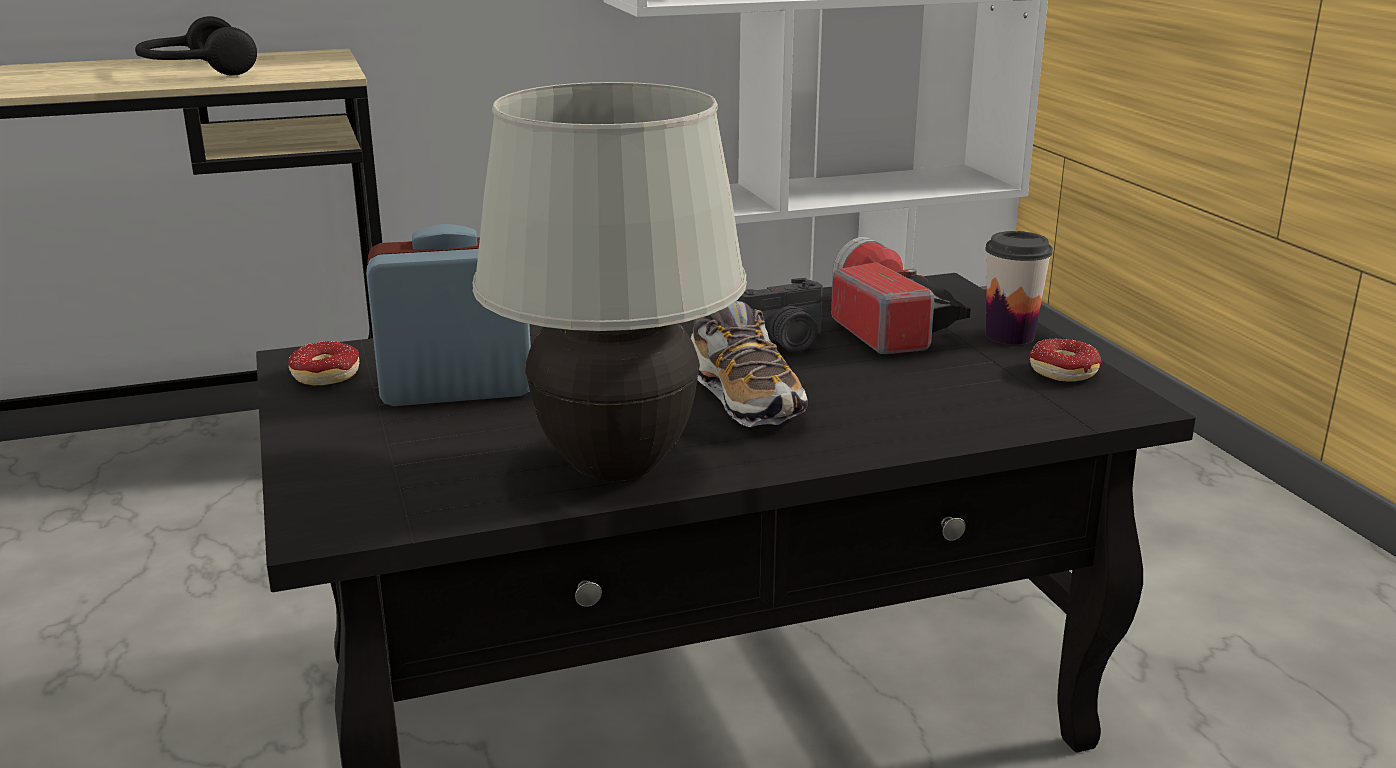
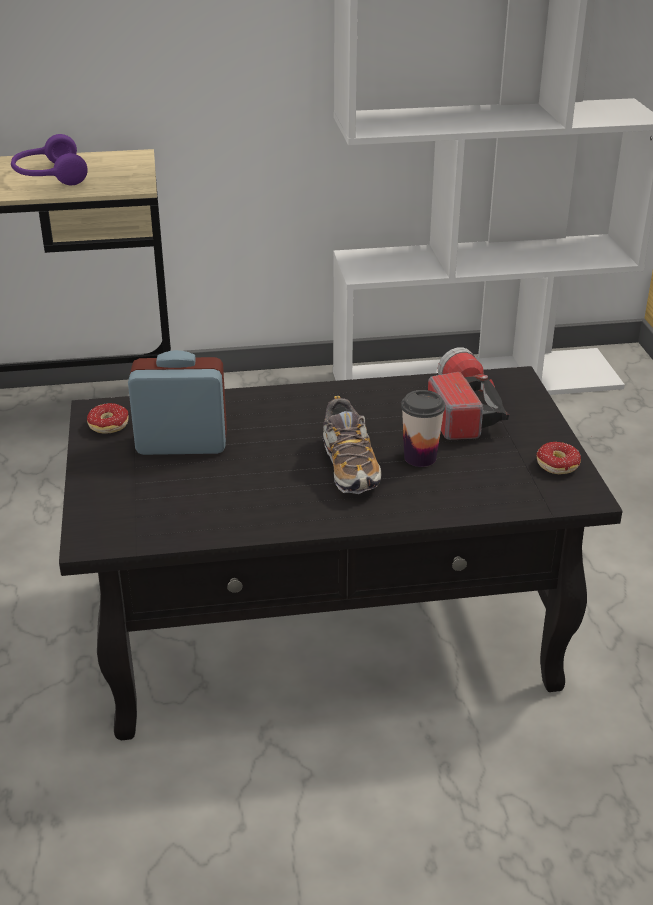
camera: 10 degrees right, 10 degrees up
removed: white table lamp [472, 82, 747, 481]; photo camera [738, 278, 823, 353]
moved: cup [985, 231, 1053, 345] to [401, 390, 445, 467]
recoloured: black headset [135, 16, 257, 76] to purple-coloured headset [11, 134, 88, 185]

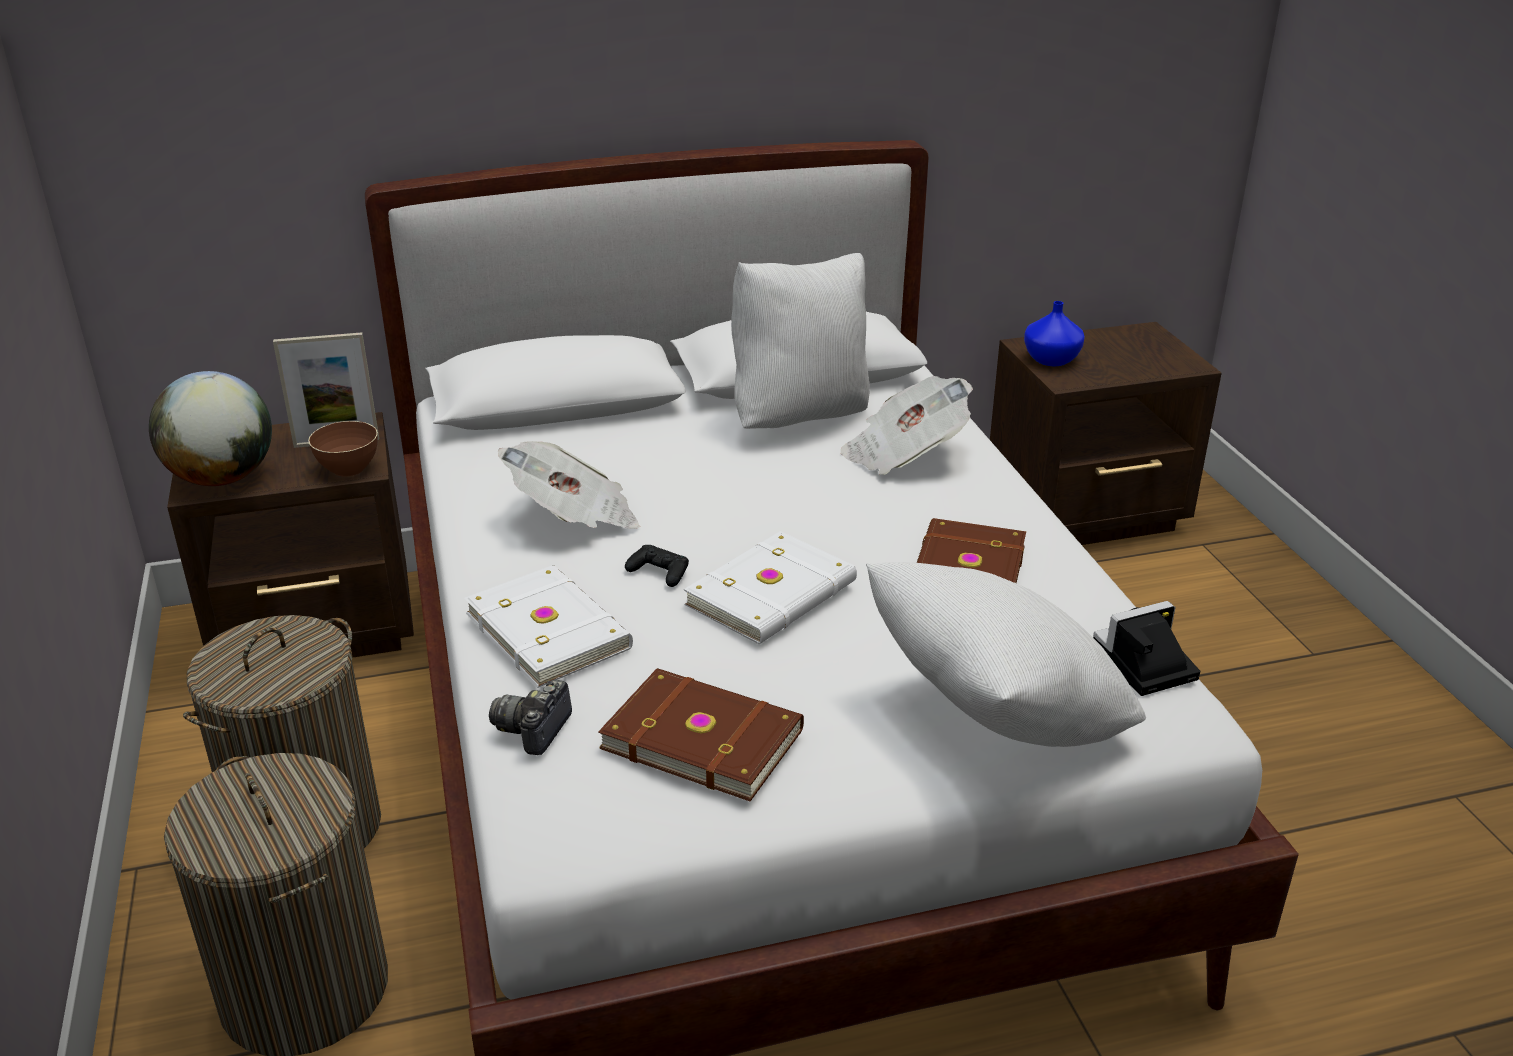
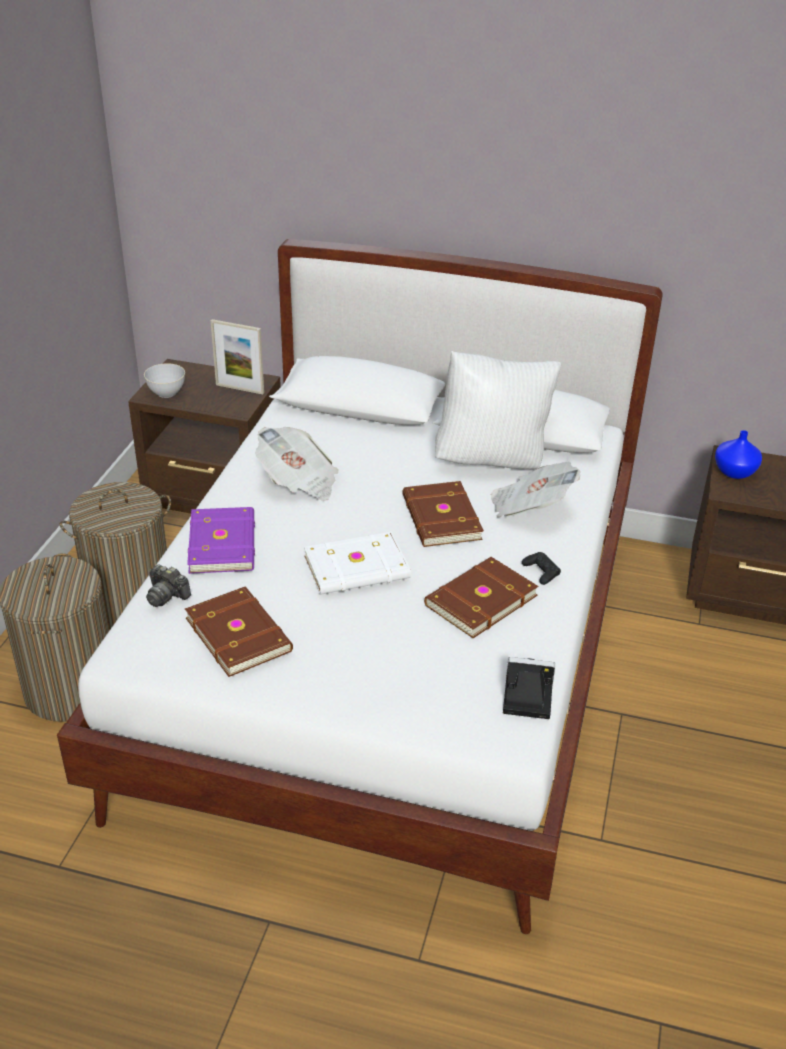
camera: 30 degrees right, 5 degrees up
removed: brown-coloured deep dish [308, 421, 378, 476]; white cushion [866, 562, 1146, 747]
added: brown-coloured book [402, 481, 484, 547]
moved: black game controller [625, 545, 689, 587] to [522, 552, 561, 585]
replaced: desk globe [149, 371, 272, 486] to grey deep dish [144, 363, 185, 398]
recoloured: white book [464, 565, 633, 688] to purple-coloured book [187, 507, 255, 574]
turned: photo camera [489, 680, 572, 755] = [146, 564, 191, 607] 105 degrees counterclockwise

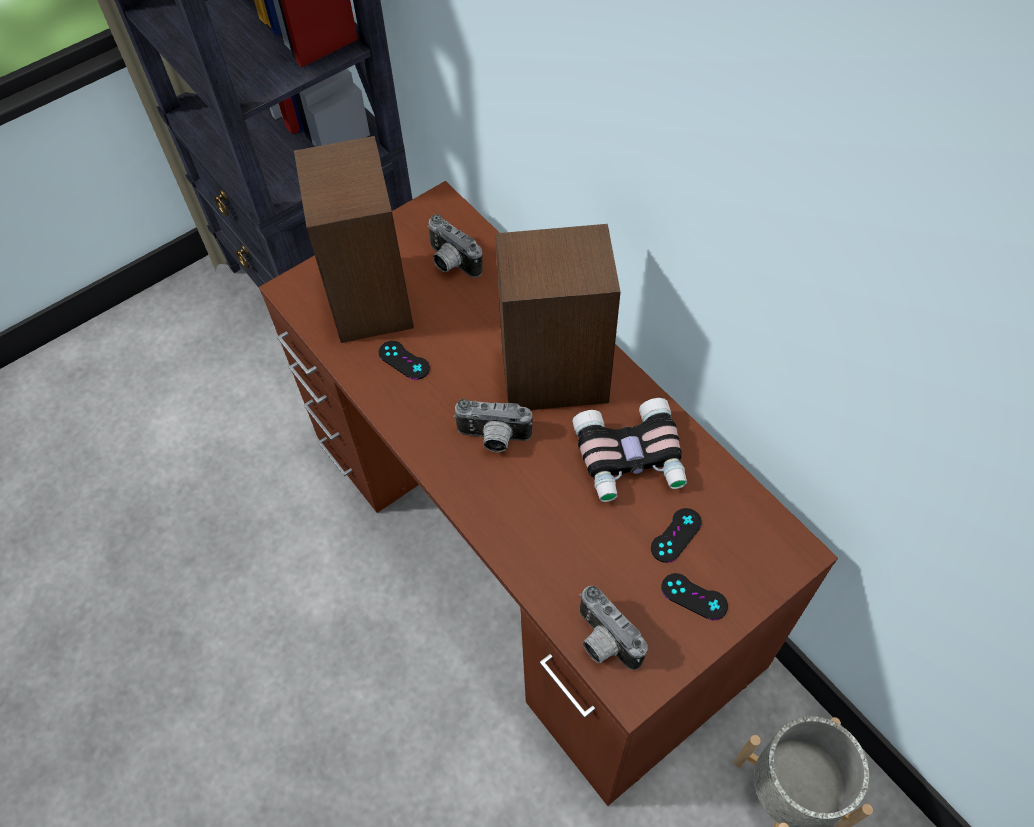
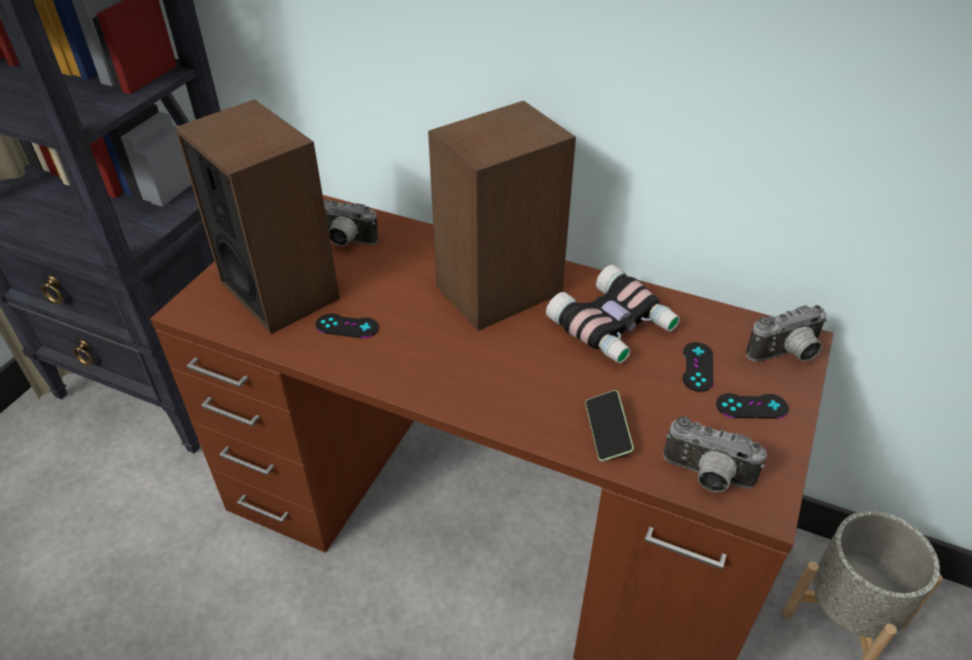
camera: 30 degrees left, 15 degrees down
added: phone [585, 390, 634, 461]
moved: photo camera [453, 399, 533, 452] to [746, 305, 827, 362]

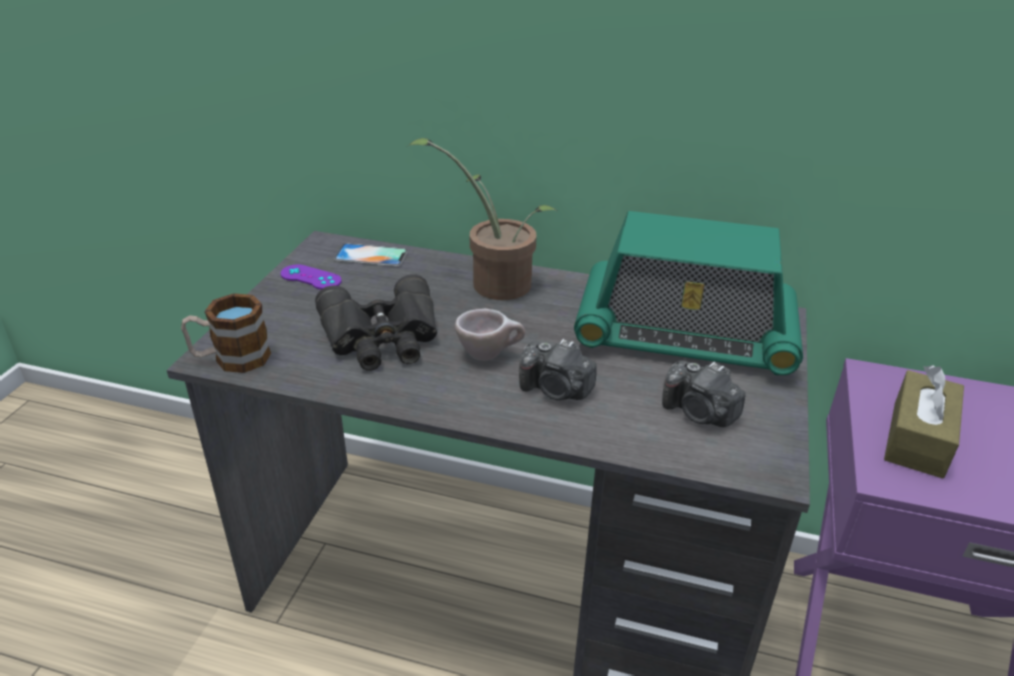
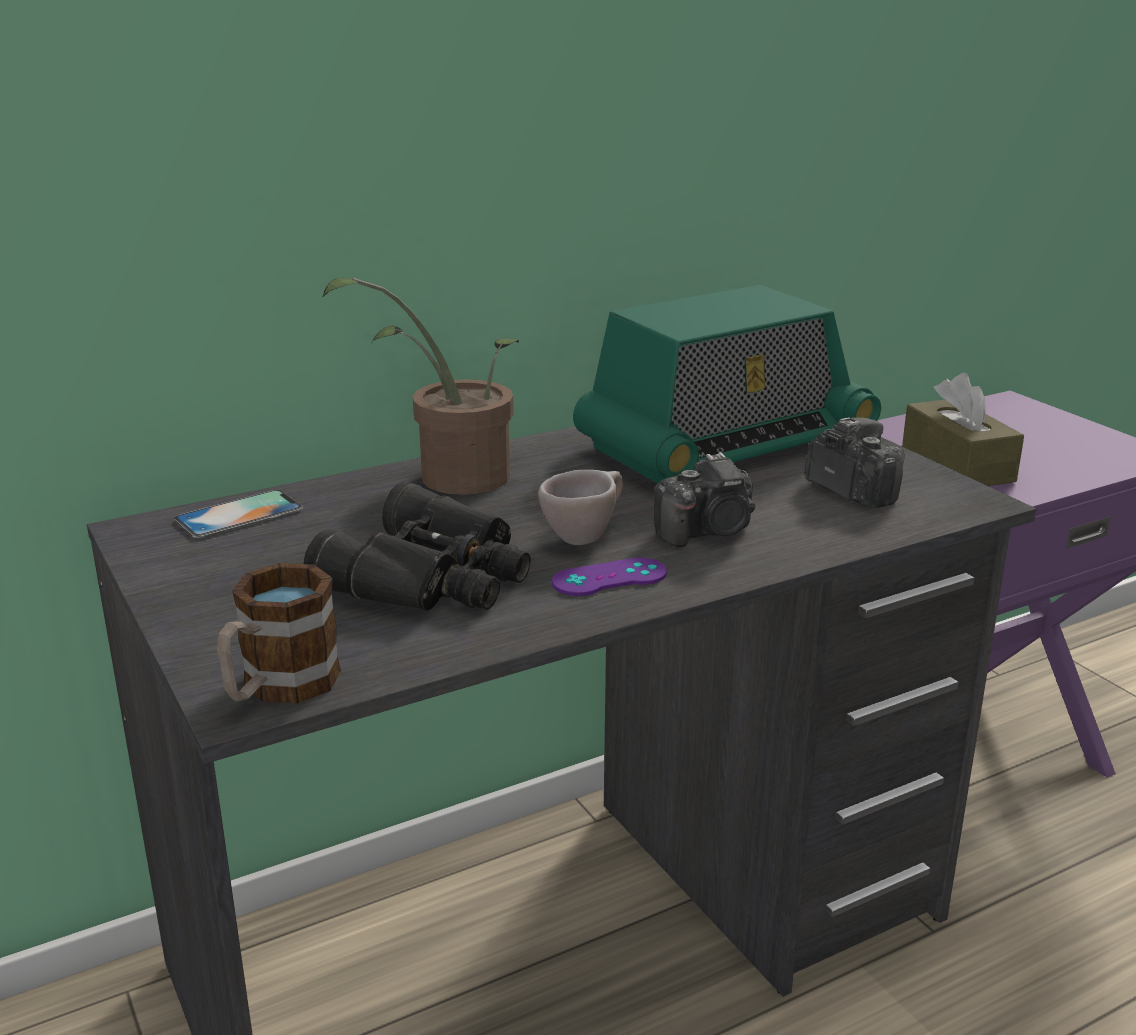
camera: 45 degrees left, 10 degrees down
moved: purple-coloured game controller [281, 264, 342, 290] to [552, 557, 667, 596]
turned: photo camera [662, 361, 746, 427] = [805, 417, 905, 508] 120 degrees counterclockwise

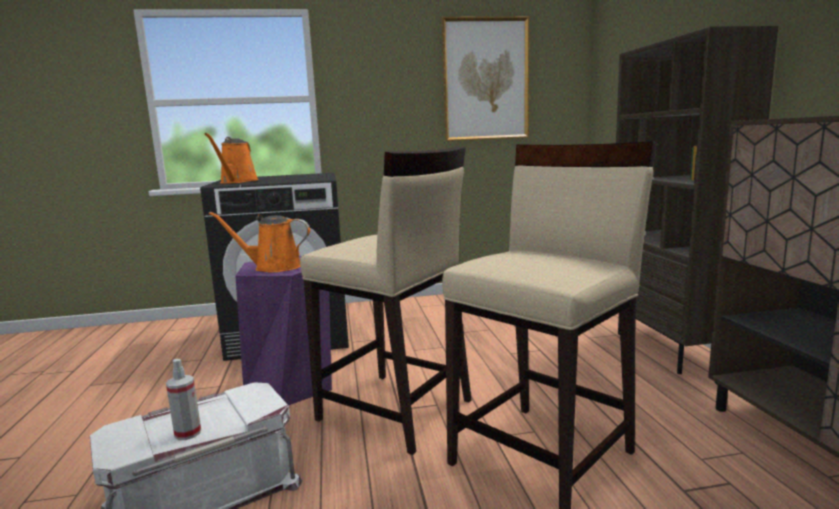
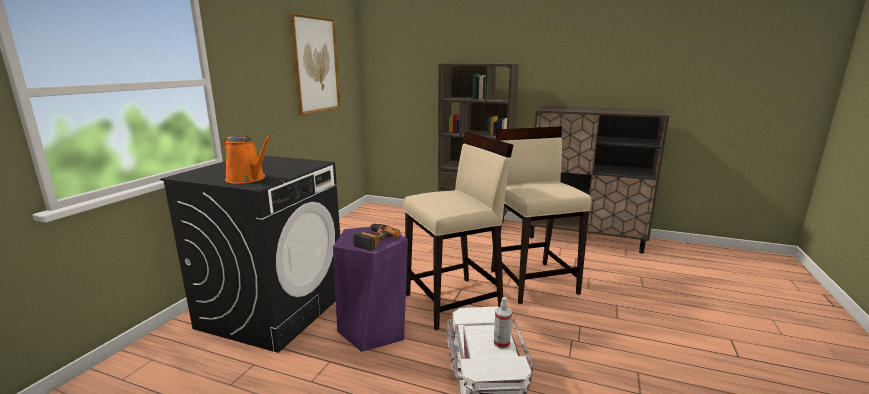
camera: 60 degrees left, 5 degrees up
replaced: orangey sprinkling can [209, 212, 310, 272] to power drill [353, 224, 400, 251]

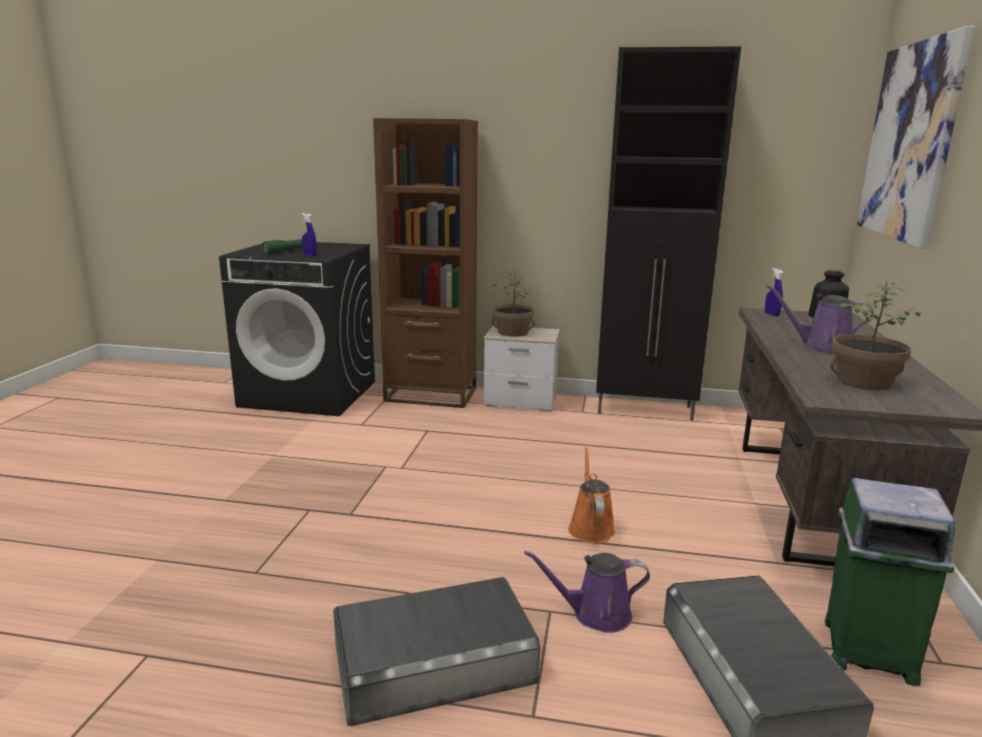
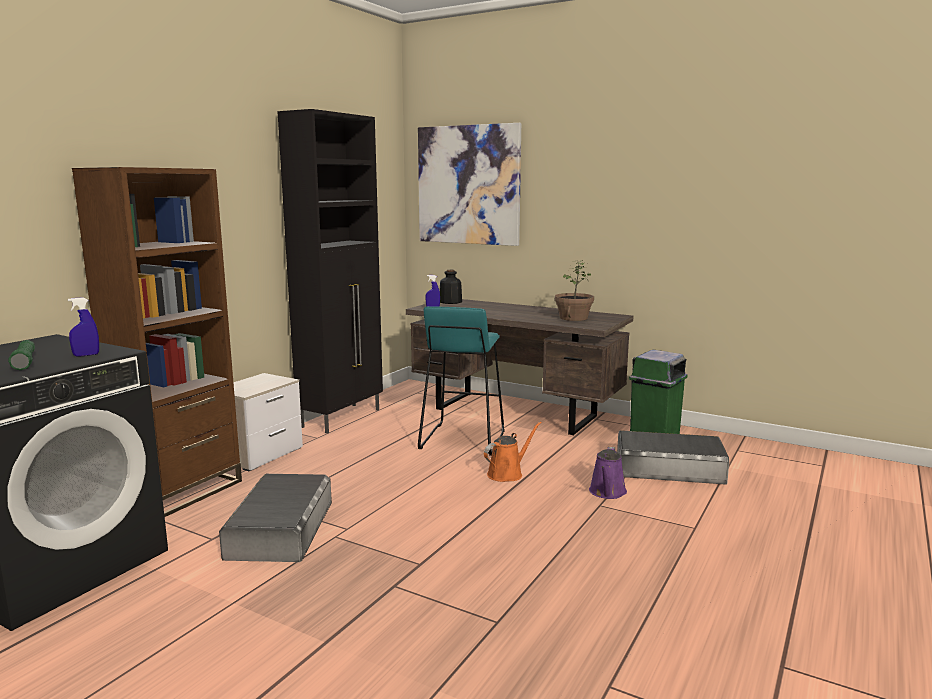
camera: 70 degrees left, 5 degrees down
removed: plant in a pot [492, 272, 535, 337]; purple-coloured sprinkling can [766, 284, 874, 354]
added: turquoise stool [418, 306, 505, 456]
moved: grey storage box [333, 577, 540, 726] to [219, 474, 332, 562]
turned: orangey sprinkling can [568, 448, 615, 543] = [484, 421, 542, 482] 120 degrees clockwise

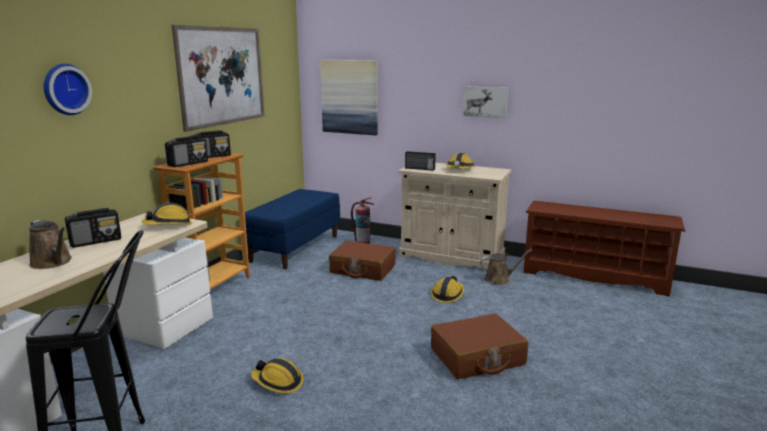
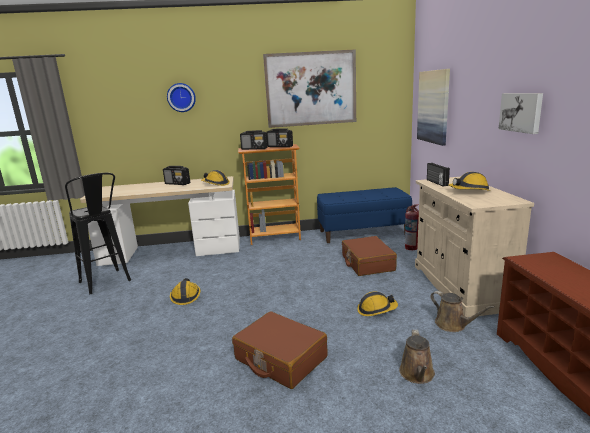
camera: 60 degrees right, 0 degrees up
moved: brown-coloured sprinkling can [29, 220, 72, 269] to [399, 330, 435, 384]

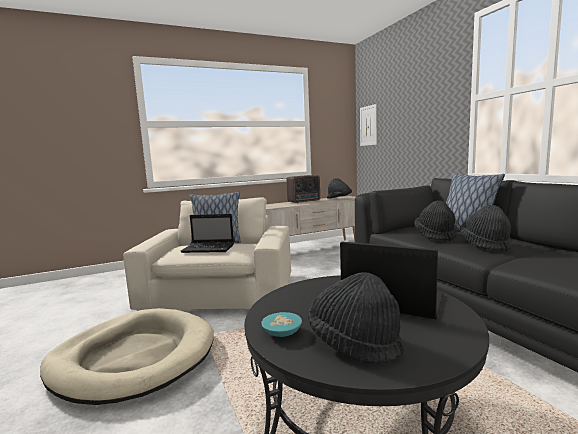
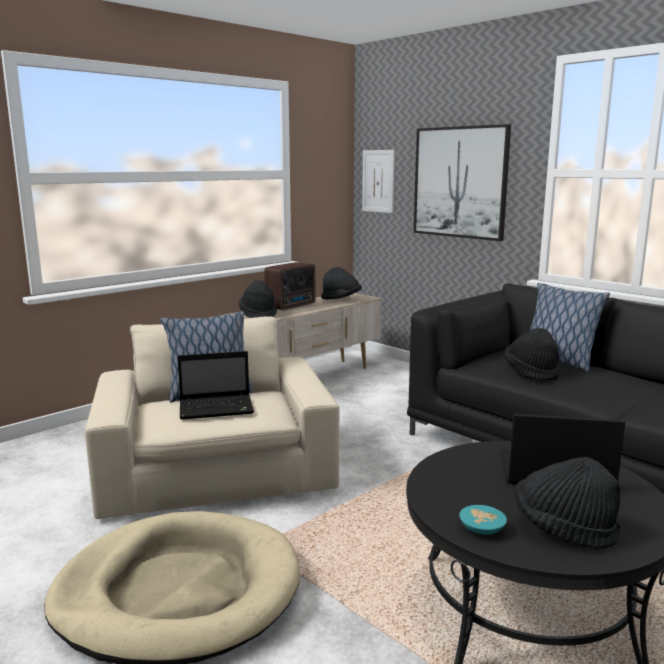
camera: 20 degrees left, 5 degrees up
added: picture [413, 124, 511, 241]
moved: black hat [460, 205, 512, 251] to [239, 280, 277, 318]

